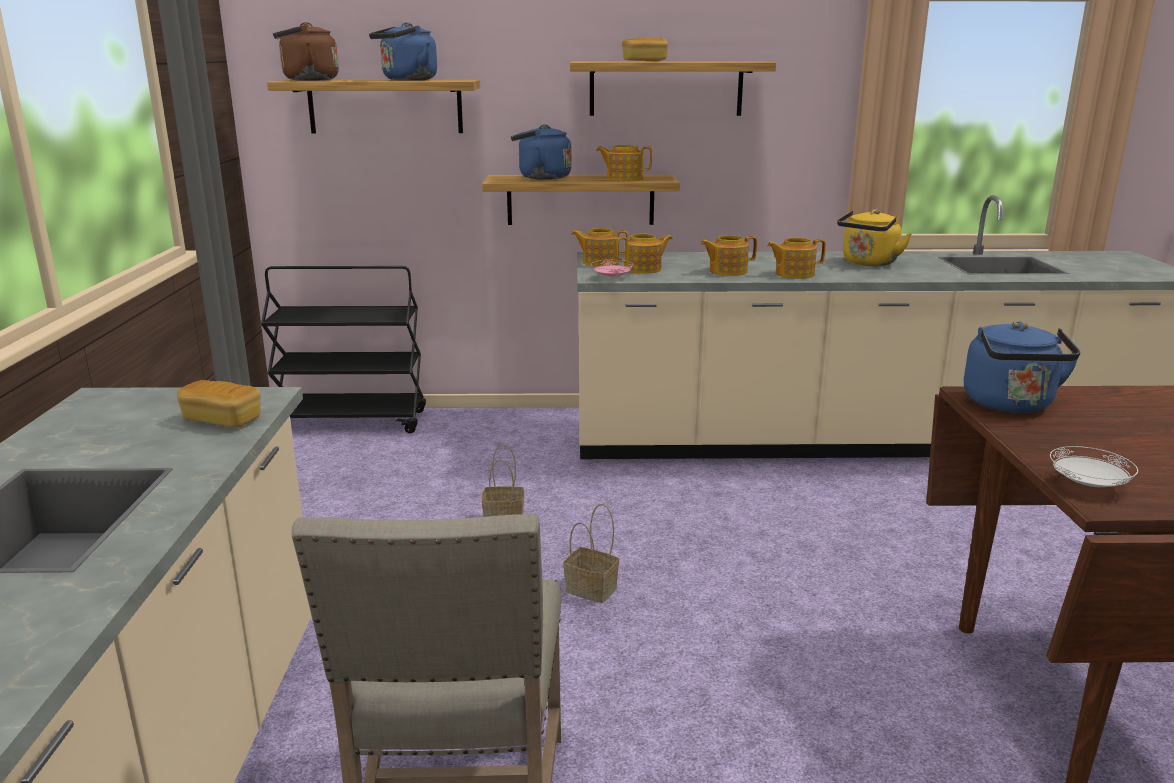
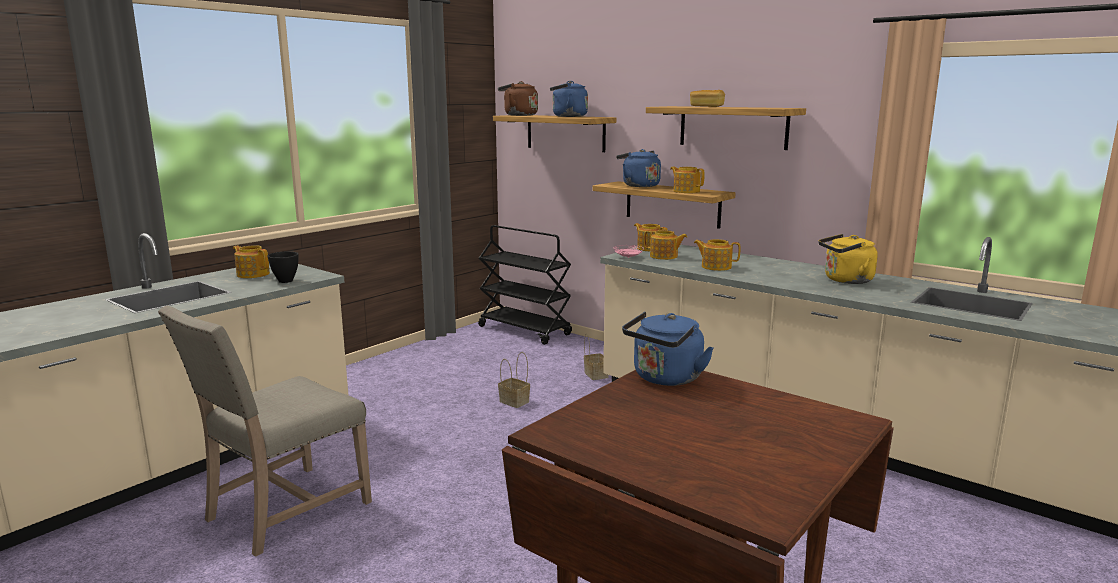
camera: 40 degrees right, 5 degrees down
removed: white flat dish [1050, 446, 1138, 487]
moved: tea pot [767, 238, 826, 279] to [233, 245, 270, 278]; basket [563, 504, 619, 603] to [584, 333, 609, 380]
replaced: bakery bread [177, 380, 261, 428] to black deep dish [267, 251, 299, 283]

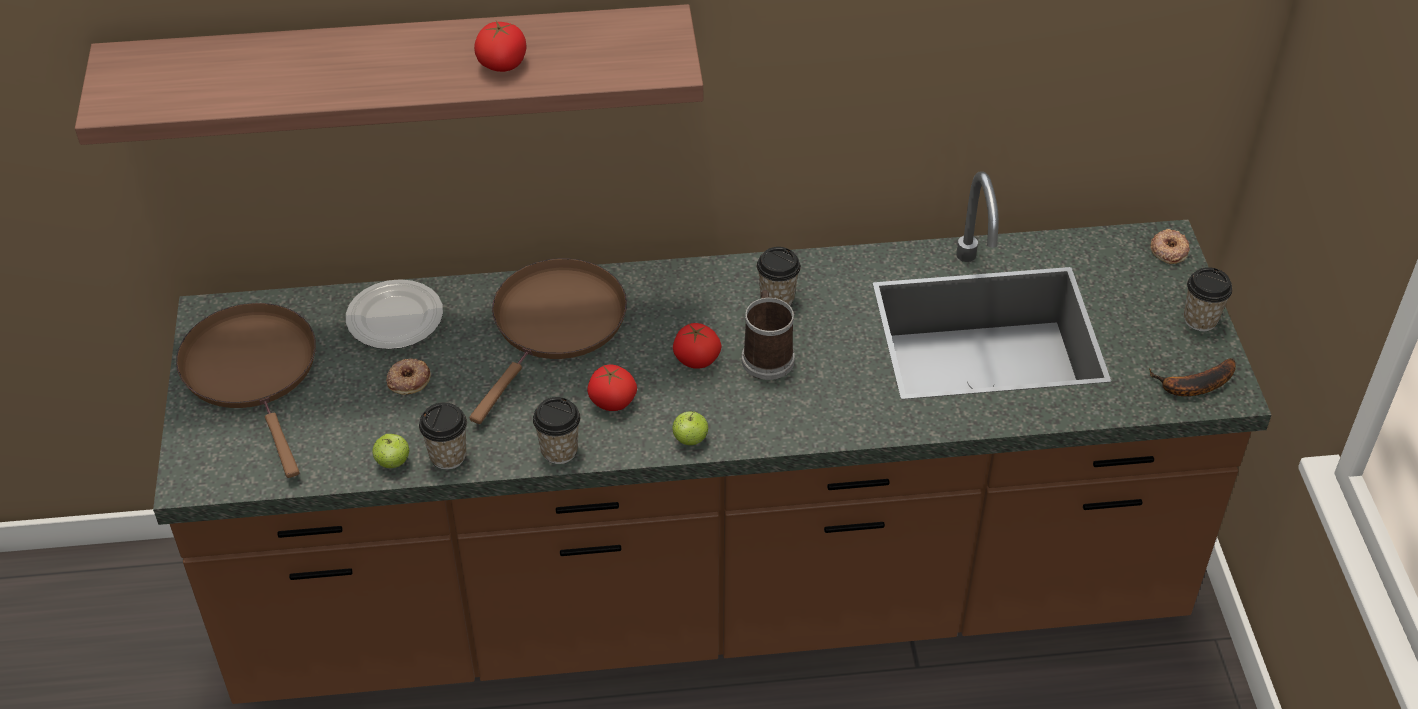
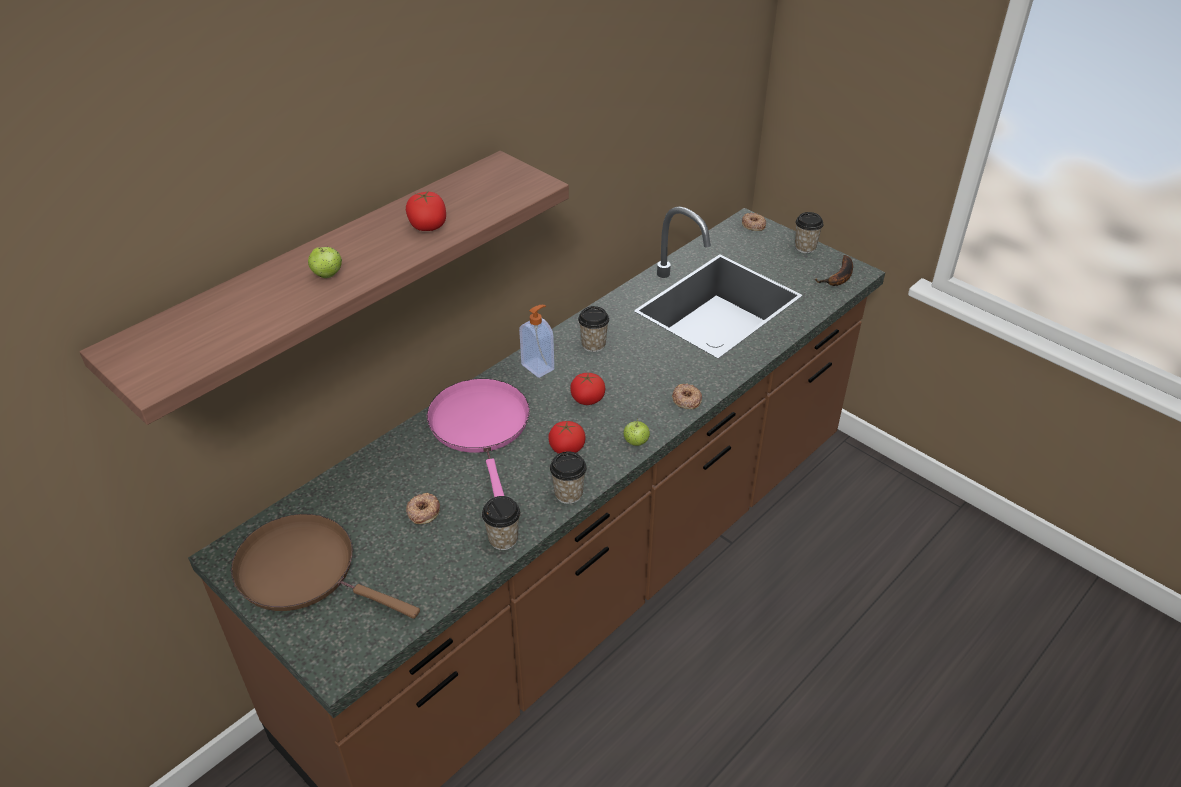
camera: 40 degrees left, 5 degrees down
removed: flat dish [346, 279, 443, 349]; coffee mug [742, 290, 795, 380]
added: soap dispenser [519, 305, 554, 378]; ring doughnut [672, 383, 702, 409]
moved: apple fruit [373, 434, 409, 468] to [308, 247, 342, 278]
recoloured: brown-coloured pan [469, 258, 627, 424] to pinkish pan [427, 379, 530, 497]

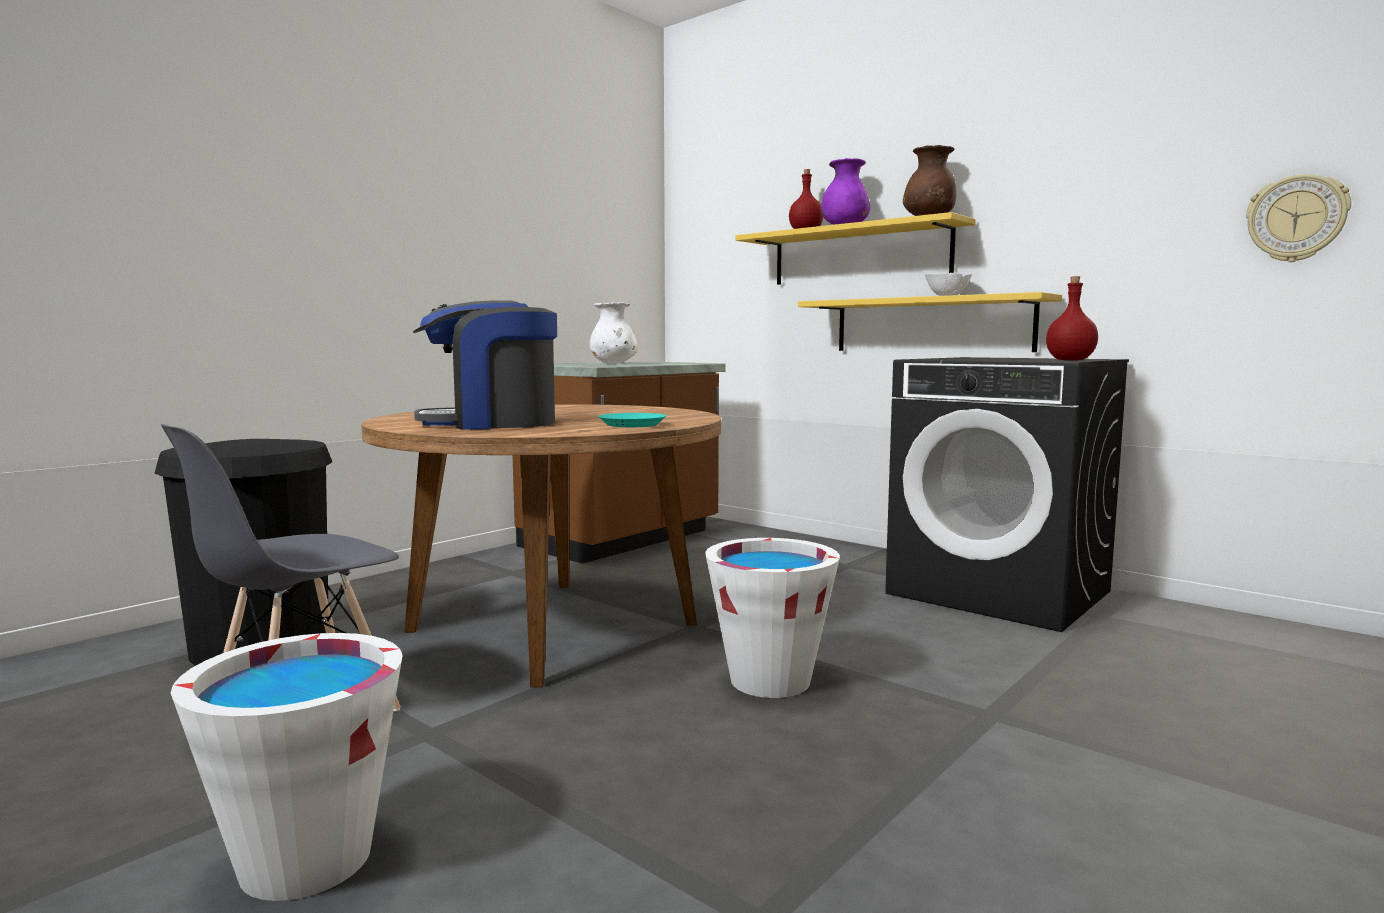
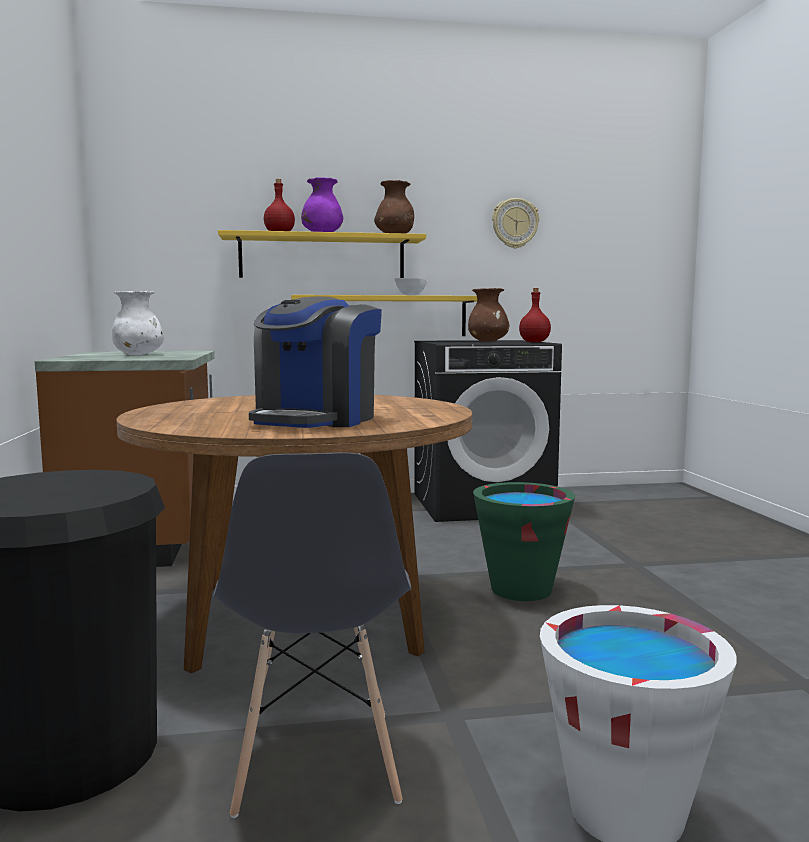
camera: 50 degrees left, 0 degrees up
removed: turquoise flat dish [598, 413, 667, 427]
added: brown-coloured flower vase [468, 288, 510, 342]
moved: hanging clock [1246, 174, 1351, 262] to [492, 198, 539, 249]
recoloured: white water bucket [705, 538, 840, 698] to green-coloured water bucket [473, 482, 575, 601]

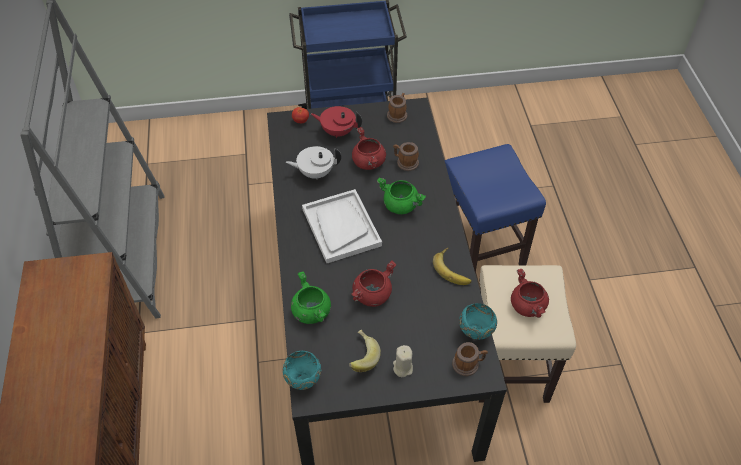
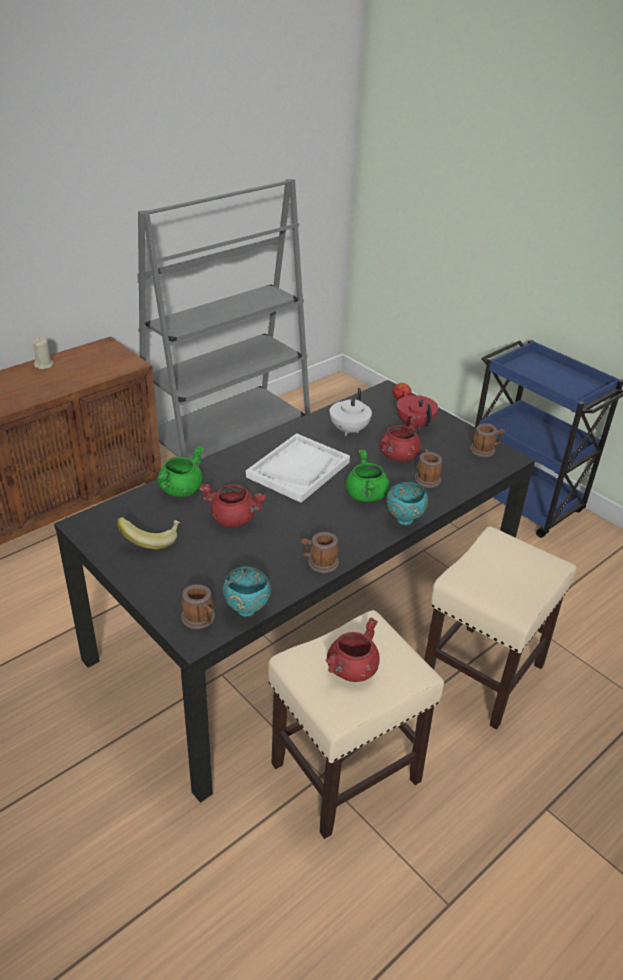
camera: 55 degrees right, 15 degrees down
moved: beige-coloured wax candle [393, 345, 413, 377] to [32, 337, 54, 369]; turquoise deep dish [283, 351, 321, 390] to [386, 482, 428, 525]
replaced: banana [433, 248, 472, 285] to coffee mug [301, 532, 339, 573]
recoloured: blue stool [445, 144, 546, 273] to beige-coloured stool [424, 526, 577, 730]
turned: white tea pot [286, 146, 341, 179] = [329, 388, 372, 436] 120 degrees counterclockwise

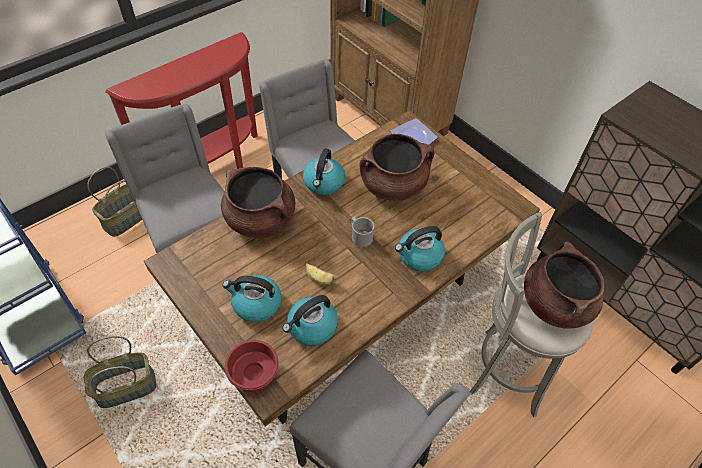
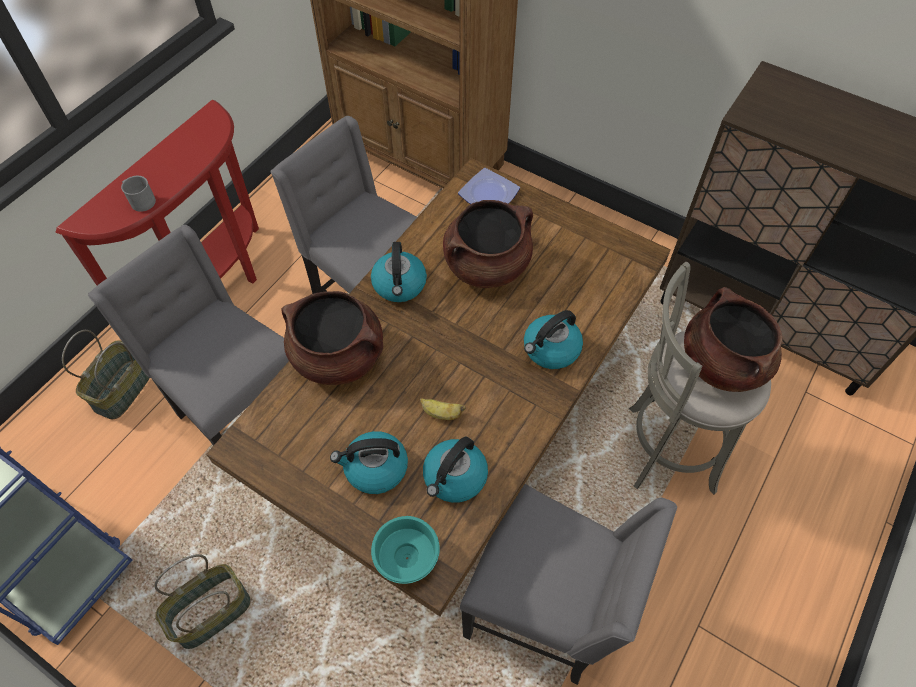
camera: 15 degrees left, 5 degrees up
moved: grey coffee mug [351, 217, 374, 247] to [121, 176, 156, 212]
recoloured: red deep dish [225, 340, 279, 392] to turquoise deep dish [371, 516, 440, 584]

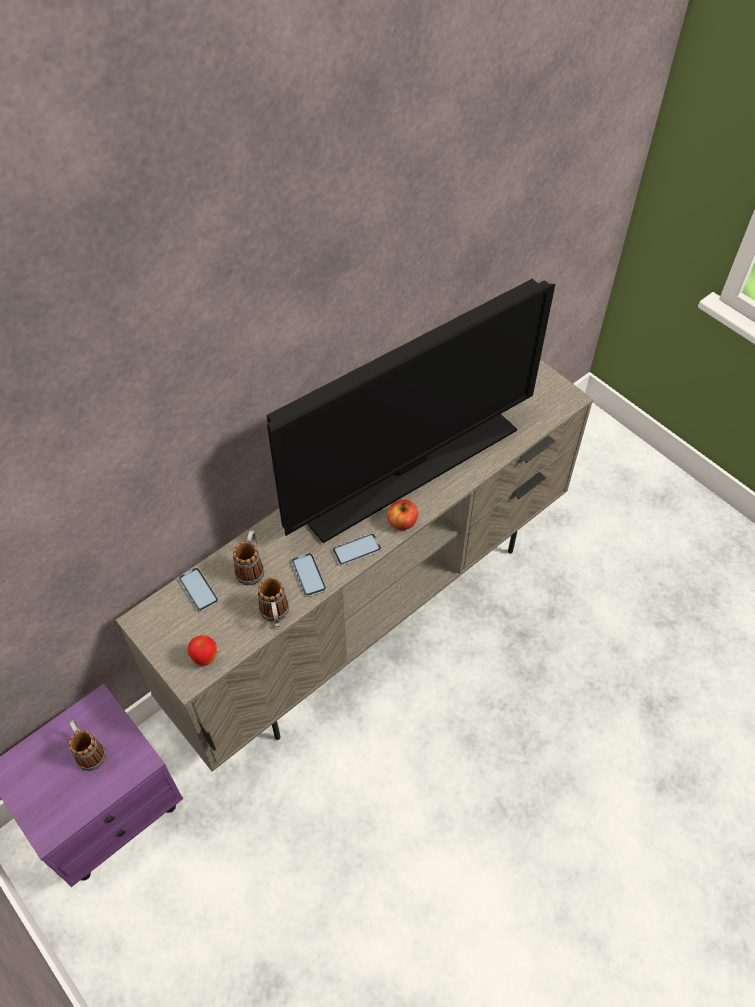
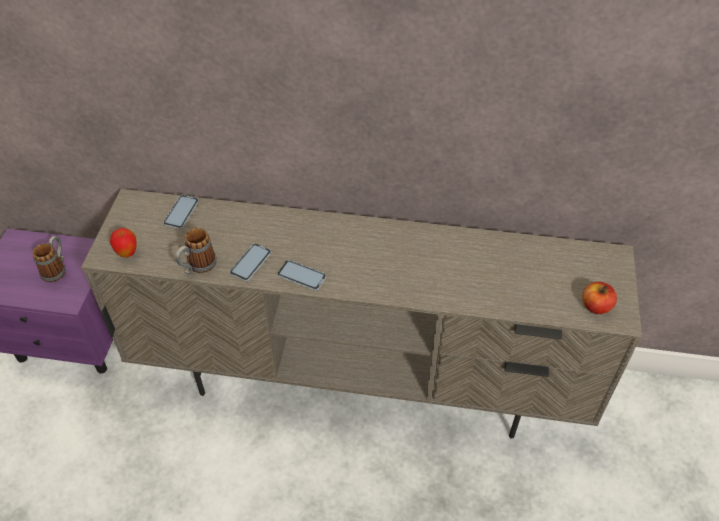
camera: 50 degrees right, 5 degrees down
removed: TV set [267, 279, 555, 543]; coffee mug [233, 530, 264, 585]
moved: apple fruit [387, 500, 418, 530] to [582, 282, 617, 314]

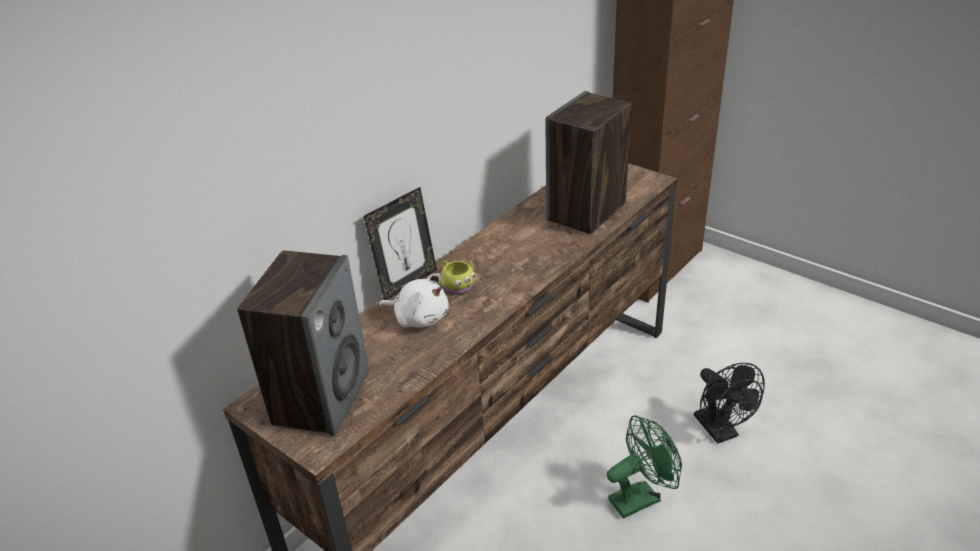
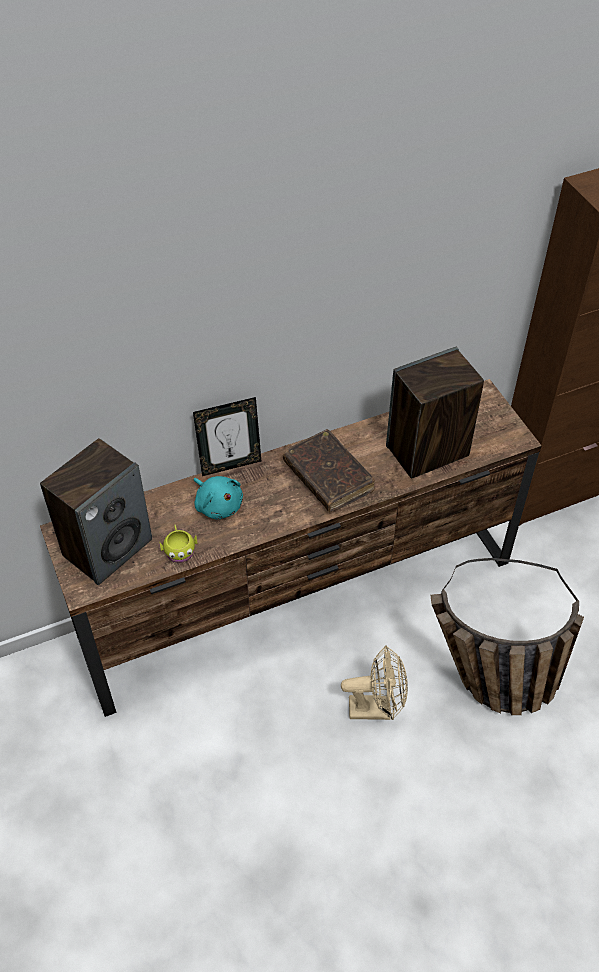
camera: 25 degrees right, 15 degrees up
added: brown-coloured book [283, 429, 375, 512]
moved: yellow coffee mug [440, 260, 476, 295] to [159, 525, 198, 563]
replaced: black fan [694, 363, 765, 444] to basket [430, 558, 584, 715]
recoloured: white plush toy [379, 273, 449, 328] to turquoise plush toy [193, 476, 243, 520]; green-coloured fan [607, 415, 682, 518] to beige-coloured fan [341, 646, 408, 720]

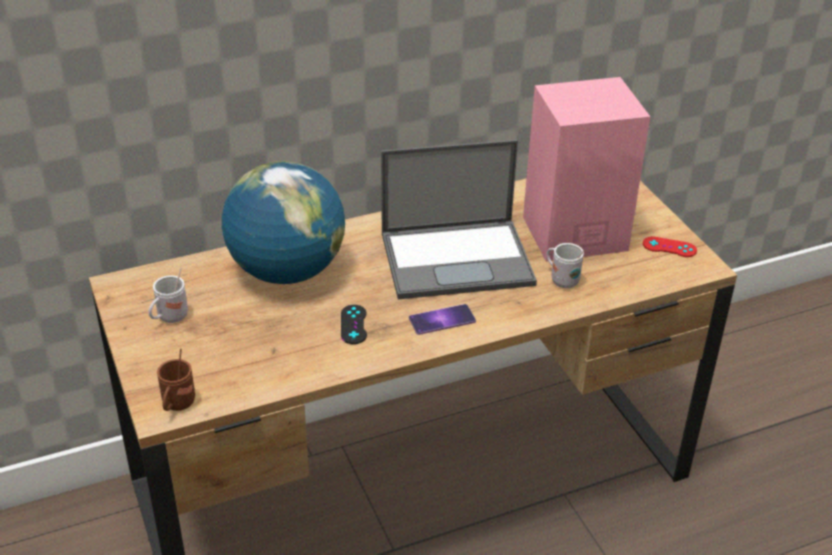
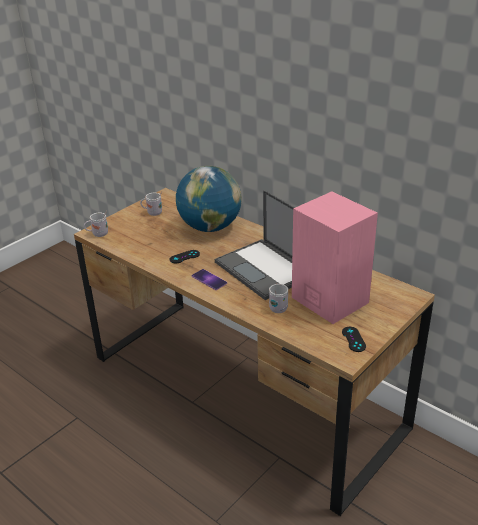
camera: 65 degrees right, 5 degrees down
recoloured: red game controller [643, 236, 697, 257] to black game controller [342, 327, 366, 352]; brown-coloured coffee mug [157, 349, 195, 411] to white coffee mug [84, 210, 108, 237]

